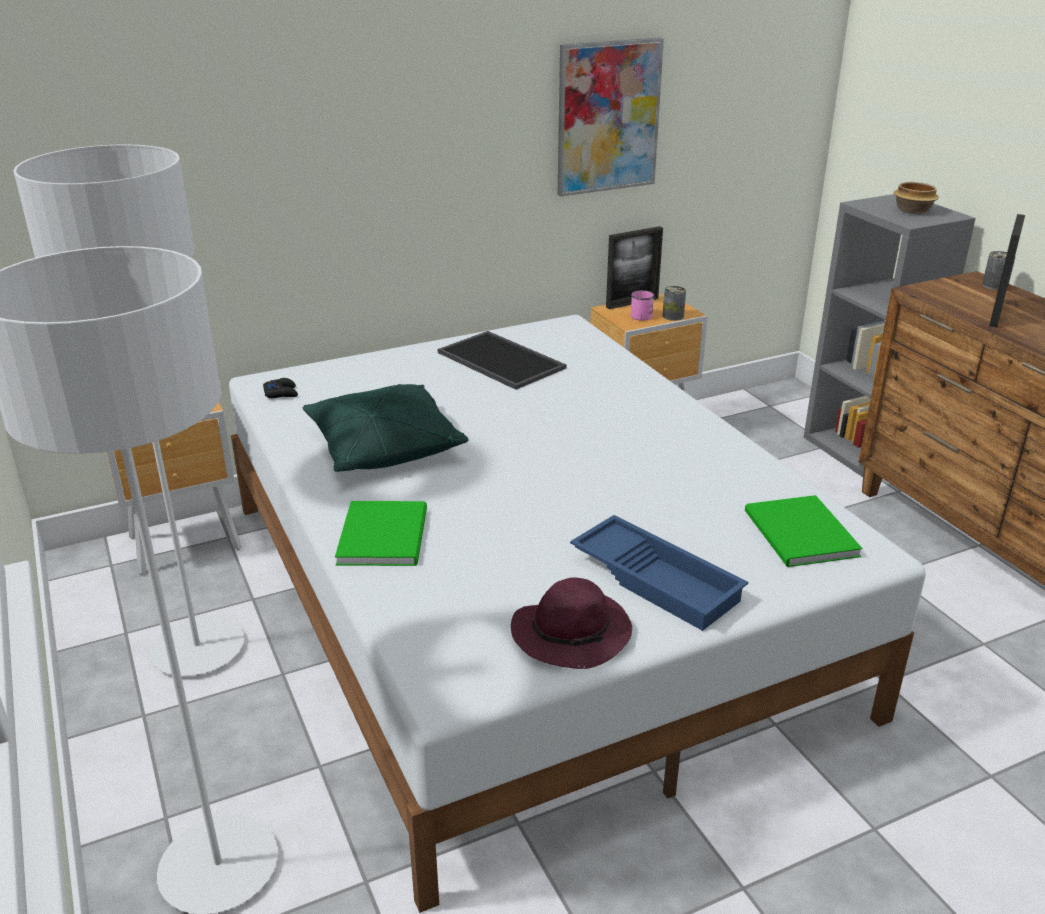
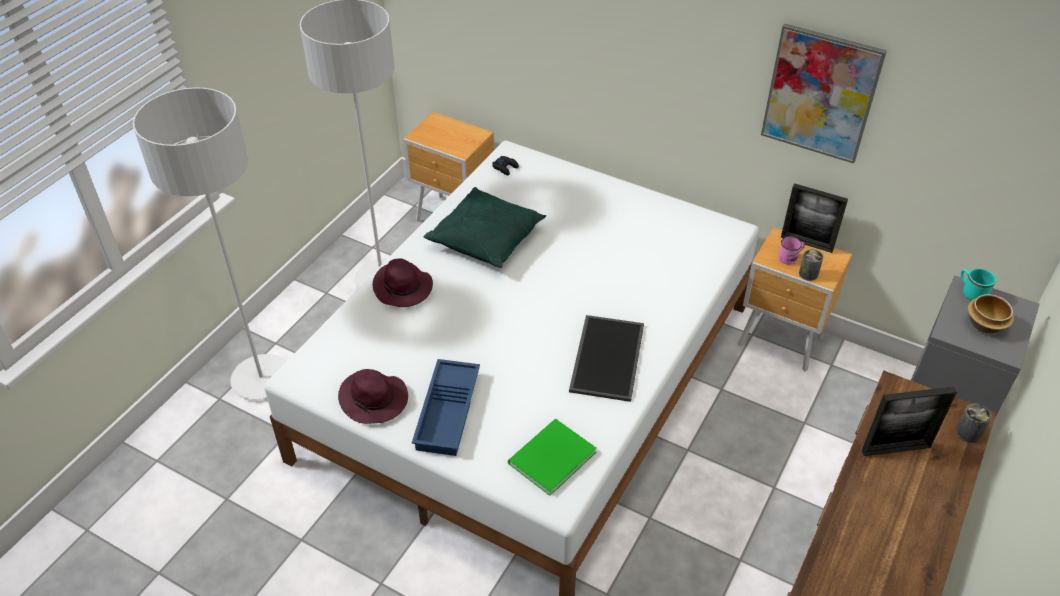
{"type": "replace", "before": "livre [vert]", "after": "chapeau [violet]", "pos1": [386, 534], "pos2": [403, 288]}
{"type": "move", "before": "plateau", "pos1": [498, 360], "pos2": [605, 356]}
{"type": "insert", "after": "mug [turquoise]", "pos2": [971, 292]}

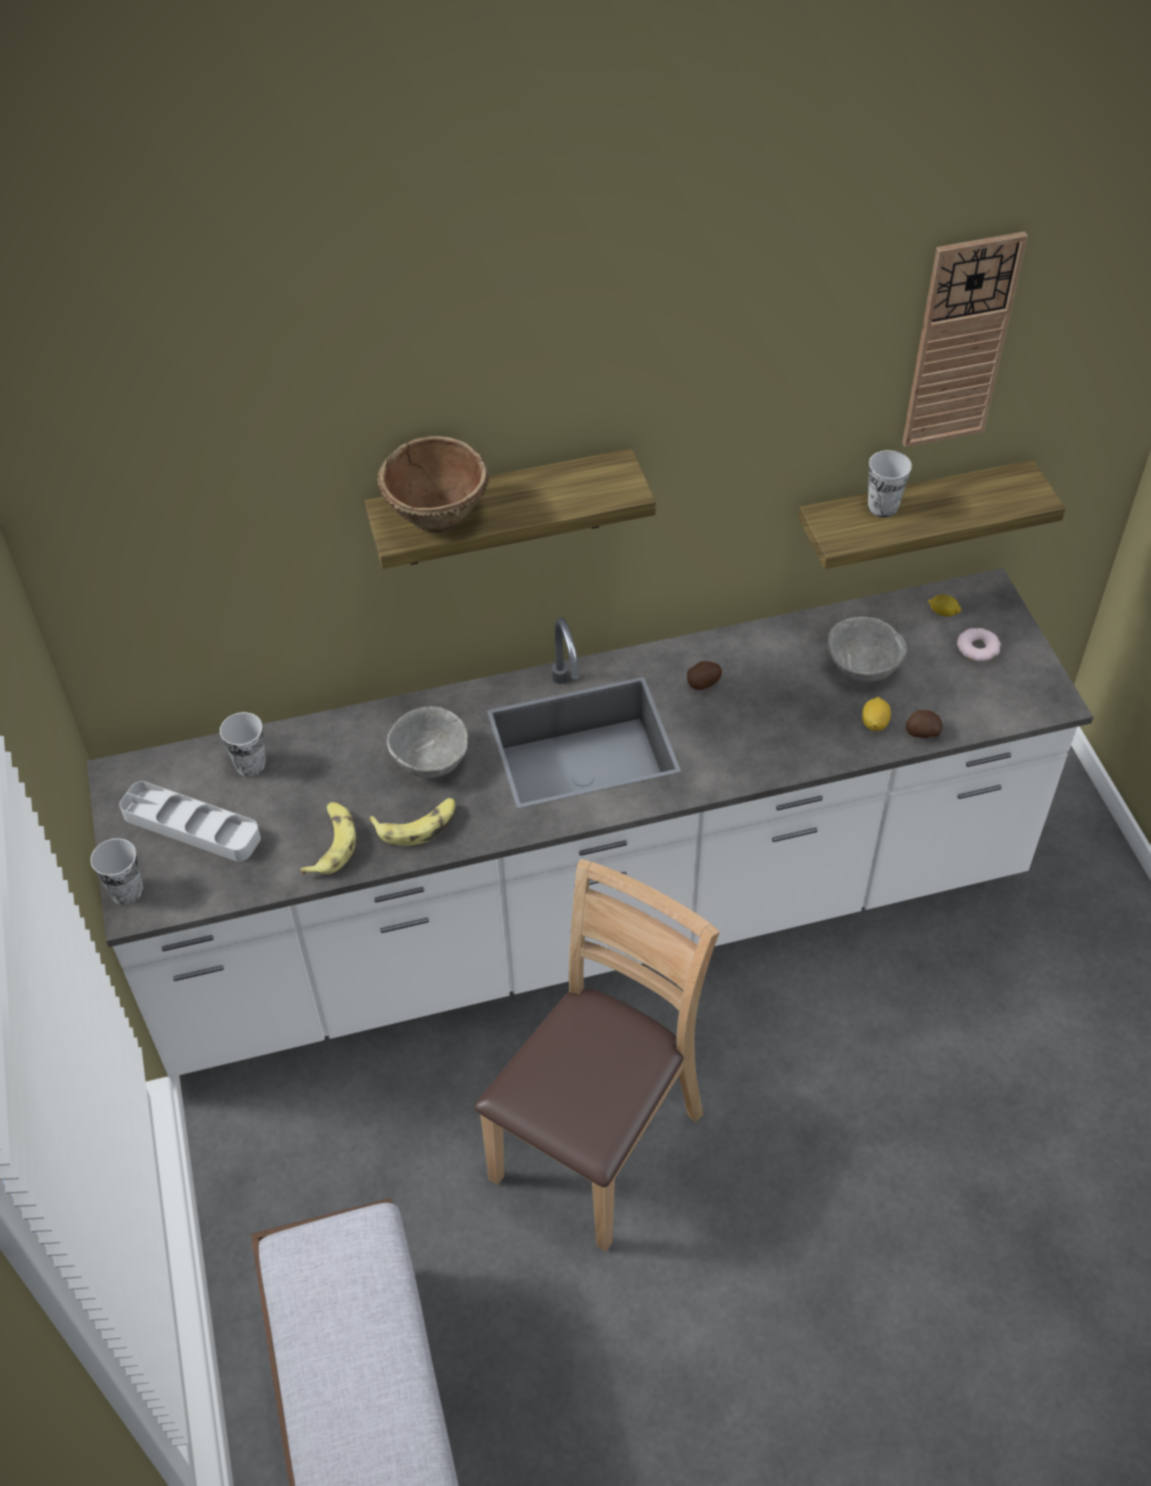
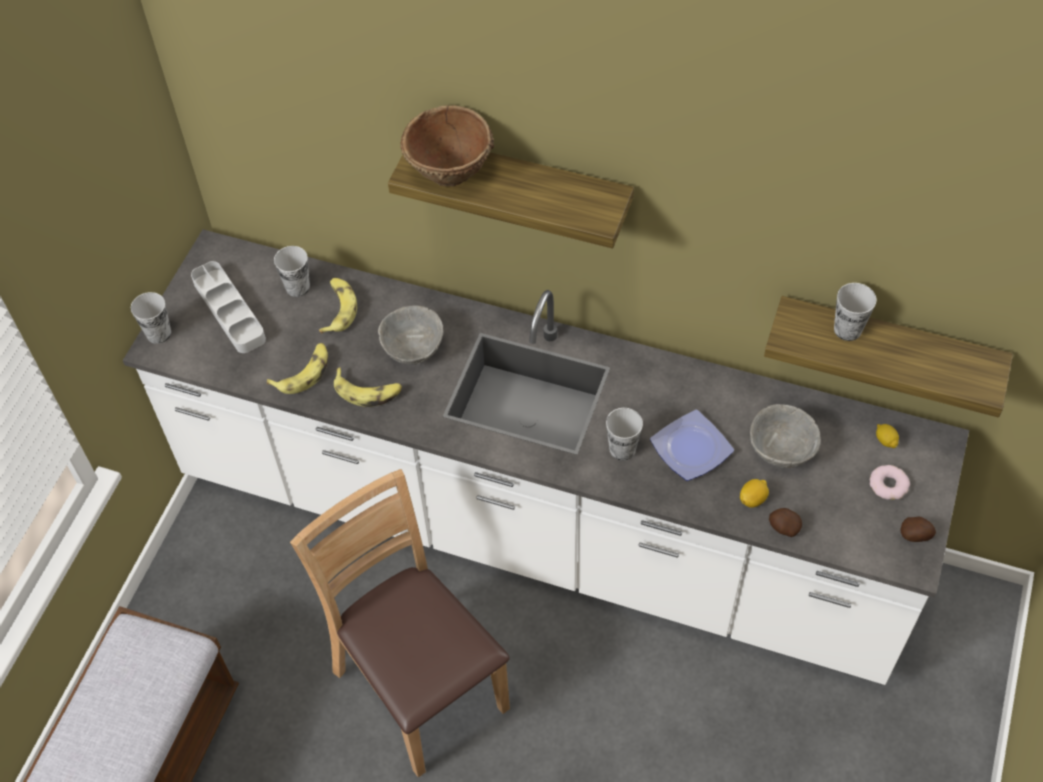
{"type": "rotate", "before": "chaise [marron]", "pos1": [597, 1142], "pos2": [420, 686], "turn": -105}
{"type": "move", "before": "pomme de terre", "pos1": [704, 683], "pos2": [915, 535]}
{"type": "delete", "before": "horloge murale", "pos1": [960, 342]}
{"type": "insert", "after": "banane", "pos2": [338, 309]}
{"type": "insert", "after": "tasse", "pos2": [622, 449]}
{"type": "insert", "after": "assiette", "pos2": [691, 450]}

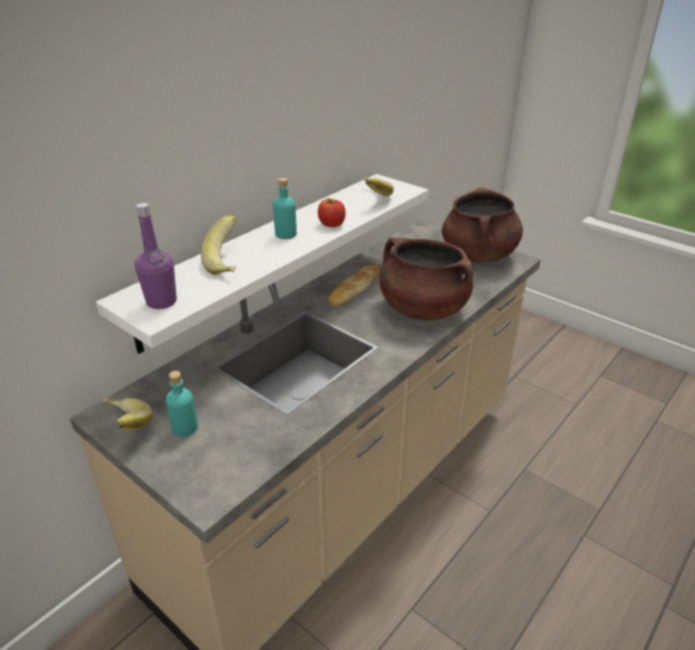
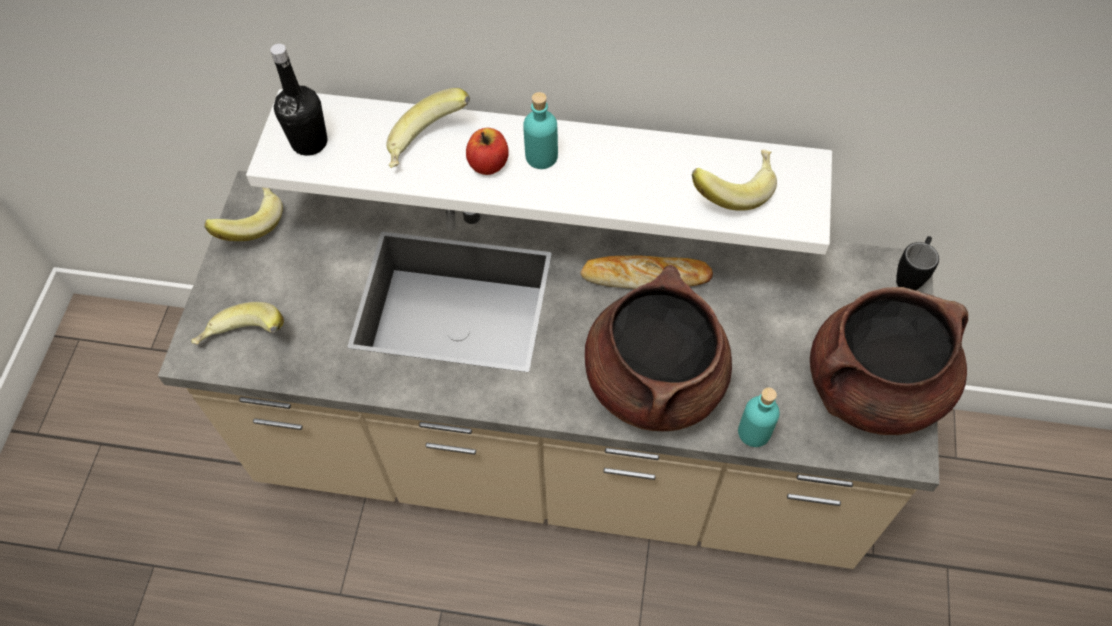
{"type": "recolor", "before": "bouteille [violet]", "after": "bouteille [noir]", "pos1": [161, 302], "pos2": [309, 142]}
{"type": "move", "before": "bouteille [turquoise]", "pos1": [185, 427], "pos2": [754, 432]}
{"type": "move", "before": "pomme", "pos1": [332, 224], "pos2": [488, 164]}
{"type": "insert", "after": "banane", "pos2": [244, 341]}
{"type": "insert", "after": "mug [noir]", "pos2": [910, 276]}

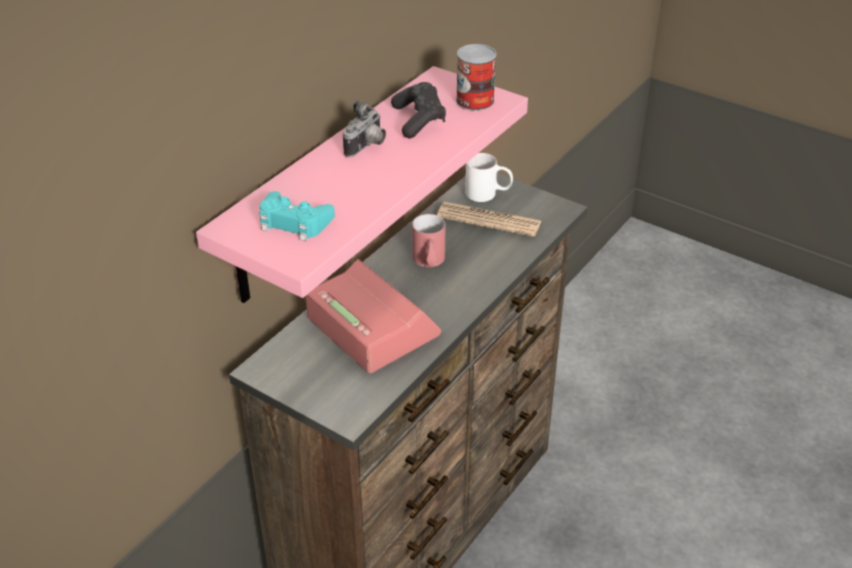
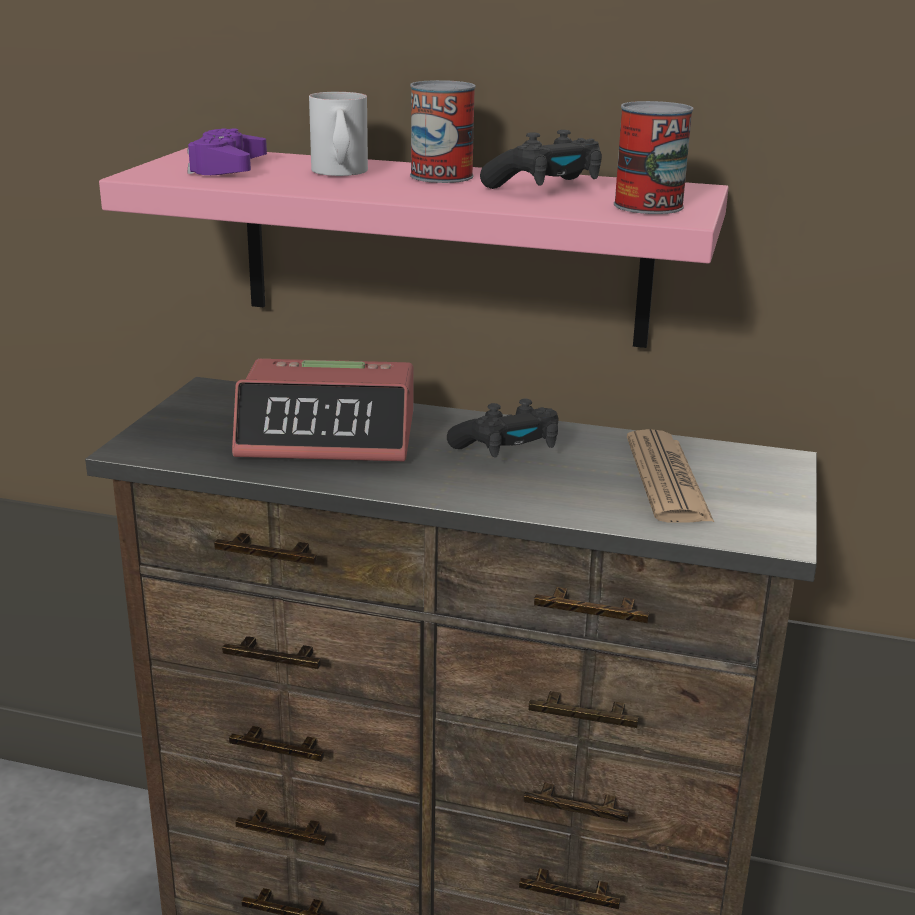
{"type": "recolor", "before": "manette [turquoise]", "after": "manette [violet]", "pos1": [294, 222], "pos2": [227, 167]}
{"type": "rotate", "before": "réveil", "pos1": [372, 327], "pos2": [329, 435], "turn": 60}
{"type": "replace", "before": "appareil photo", "after": "boîte métallique", "pos1": [367, 147], "pos2": [441, 176]}
{"type": "replace", "before": "mug [rouge]", "after": "manette [noir]", "pos1": [429, 263], "pos2": [508, 450]}
{"type": "move", "before": "mug [blanc]", "pos1": [488, 194], "pos2": [340, 173]}

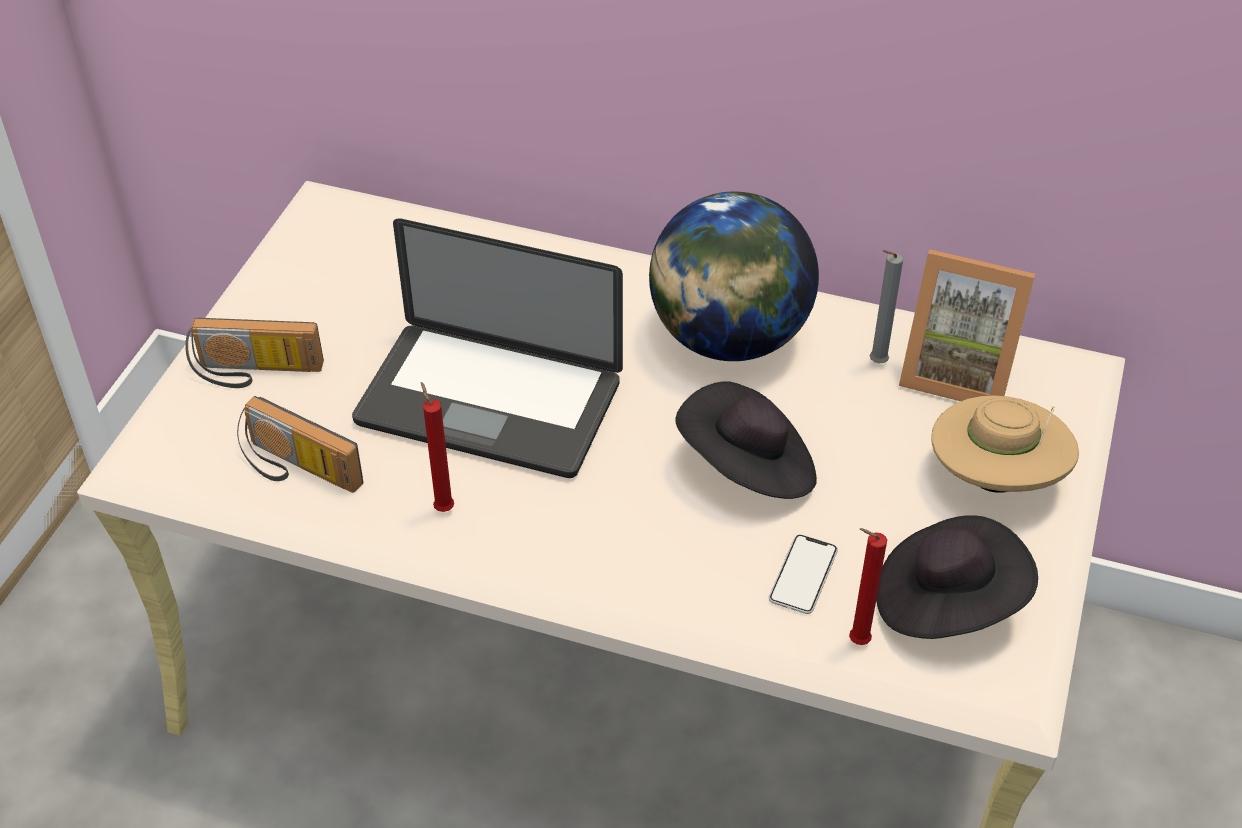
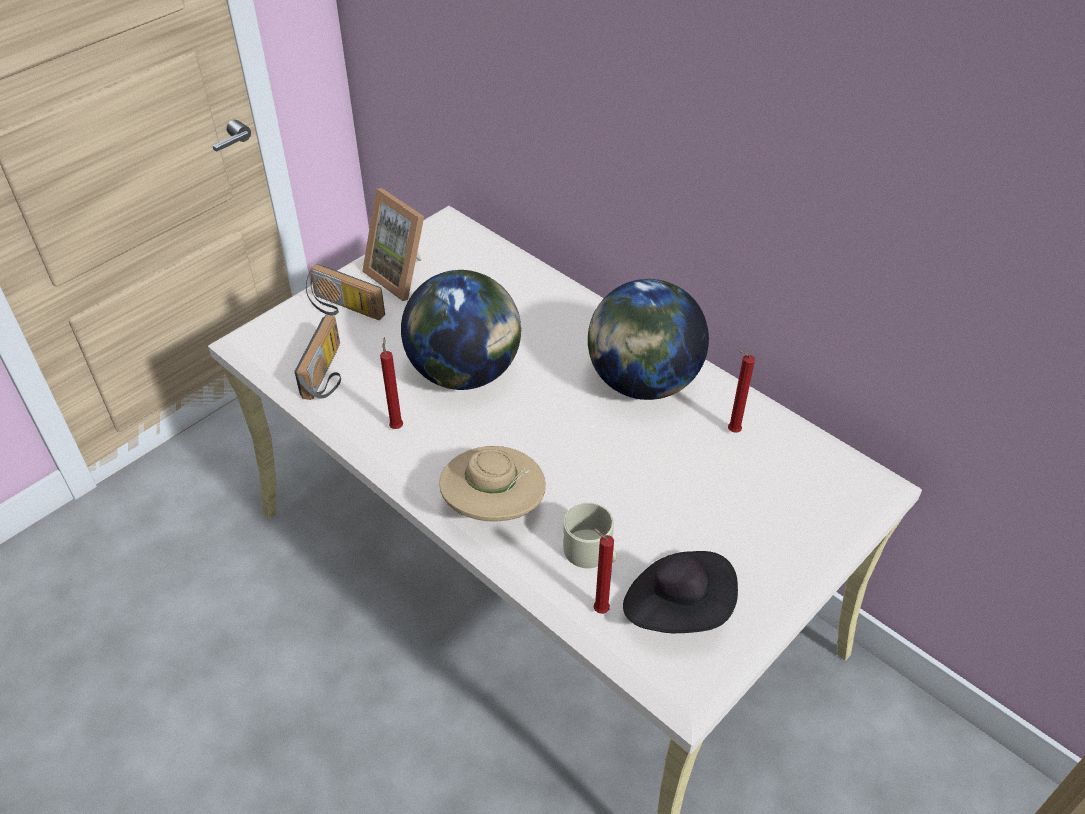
{"type": "rotate", "before": "radio", "pos1": [296, 470], "pos2": [328, 374], "turn": -135}
{"type": "replace", "before": "ordinateur portable", "after": "globe", "pos1": [488, 403], "pos2": [465, 372]}
{"type": "delete", "before": "chapeau [noir]", "pos1": [748, 468]}
{"type": "replace", "before": "téléphone", "after": "mug [beige]", "pos1": [803, 575], "pos2": [592, 552]}
{"type": "recolor", "before": "bougie [gris]", "after": "bougie [rouge]", "pos1": [875, 363], "pos2": [731, 431]}
{"type": "move", "before": "cadre photo", "pos1": [957, 372], "pos2": [403, 275]}
{"type": "move", "before": "chapeau [beige]", "pos1": [995, 479], "pos2": [494, 507]}

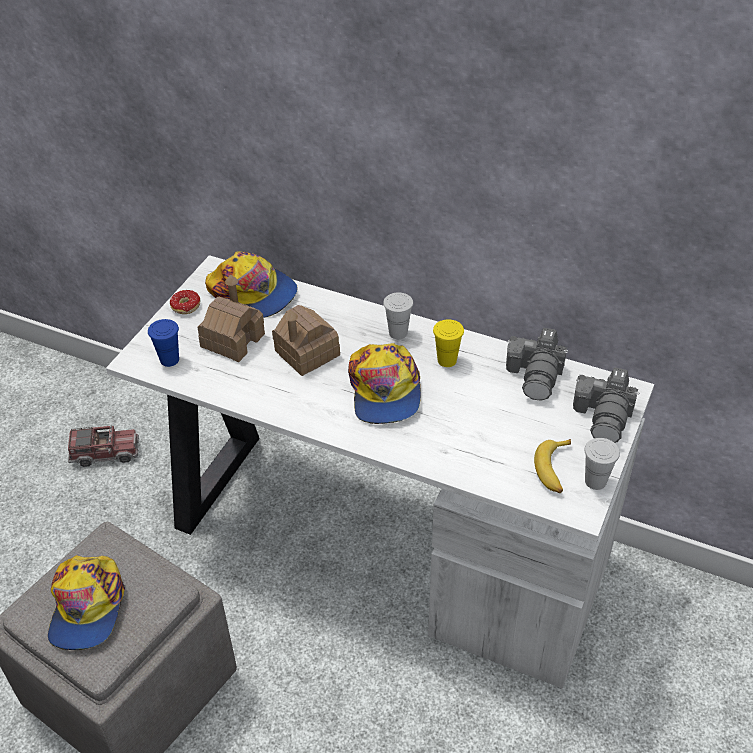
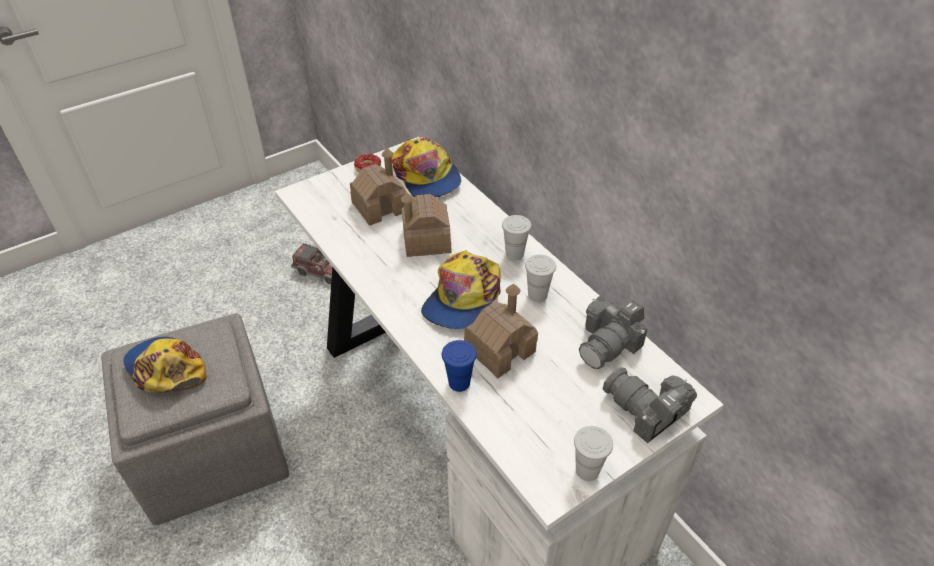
{"type": "rotate", "before": "casquette", "pos1": [87, 607], "pos2": [165, 369], "turn": 105}
{"type": "move", "before": "tasse [bleu]", "pos1": [169, 360], "pos2": [459, 383]}
{"type": "recolor", "before": "tasse [jaune]", "after": "tasse [blanc]", "pos1": [447, 360], "pos2": [537, 295]}
{"type": "delete", "before": "banane", "pos1": [554, 470]}
{"type": "rotate", "before": "appareil photo", "pos1": [604, 416], "pos2": [646, 412], "turn": 90}
{"type": "insert", "after": "maison miniature", "pos2": [499, 350]}

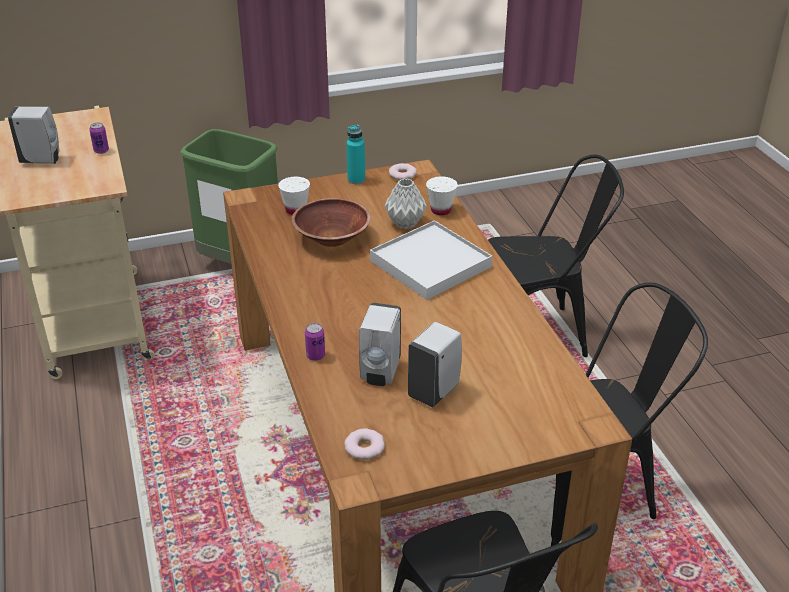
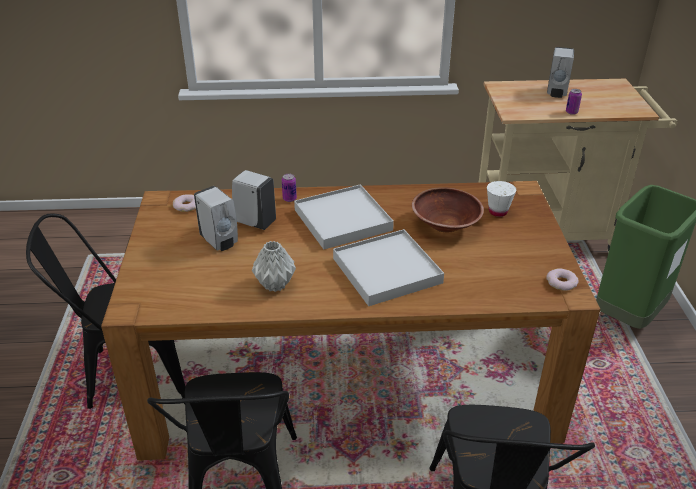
{"type": "delete", "before": "bouteille [turquoise]", "pos1": [356, 180]}
{"type": "move", "before": "vase [gris]", "pos1": [406, 223], "pos2": [275, 285]}
{"type": "delete", "before": "tasse [blanc]", "pos1": [441, 210]}
{"type": "insert", "after": "plateau [blanc]", "pos2": [343, 220]}

